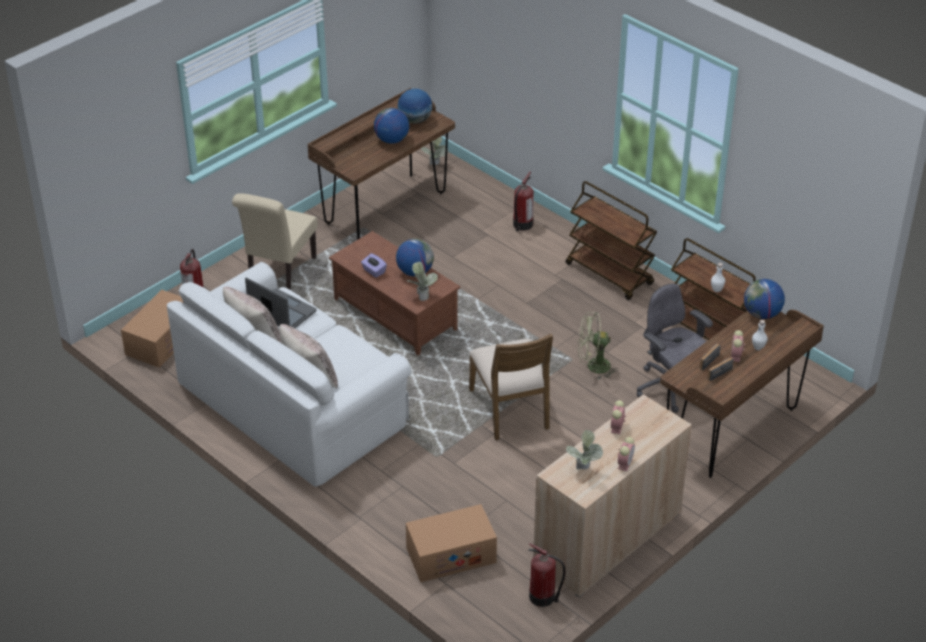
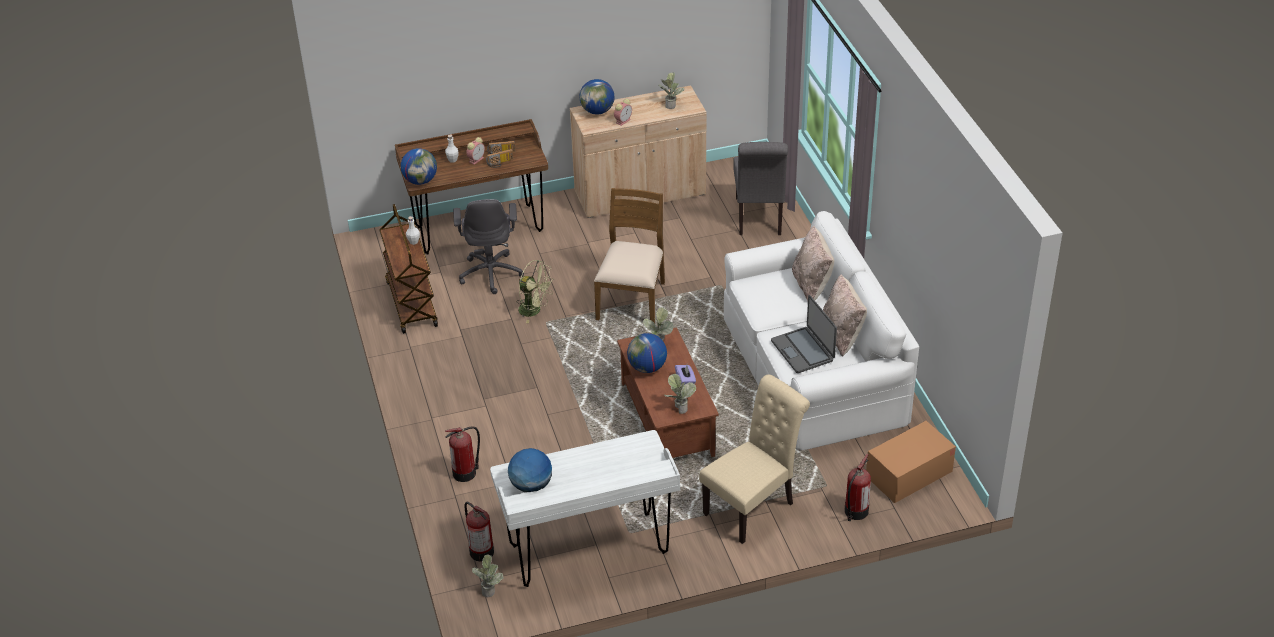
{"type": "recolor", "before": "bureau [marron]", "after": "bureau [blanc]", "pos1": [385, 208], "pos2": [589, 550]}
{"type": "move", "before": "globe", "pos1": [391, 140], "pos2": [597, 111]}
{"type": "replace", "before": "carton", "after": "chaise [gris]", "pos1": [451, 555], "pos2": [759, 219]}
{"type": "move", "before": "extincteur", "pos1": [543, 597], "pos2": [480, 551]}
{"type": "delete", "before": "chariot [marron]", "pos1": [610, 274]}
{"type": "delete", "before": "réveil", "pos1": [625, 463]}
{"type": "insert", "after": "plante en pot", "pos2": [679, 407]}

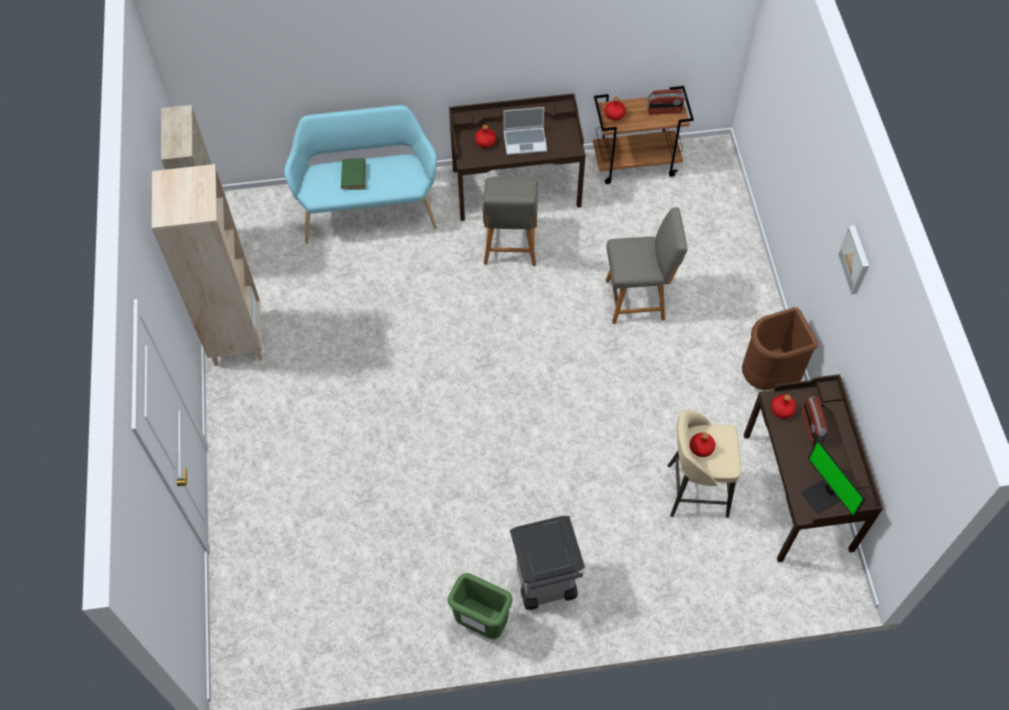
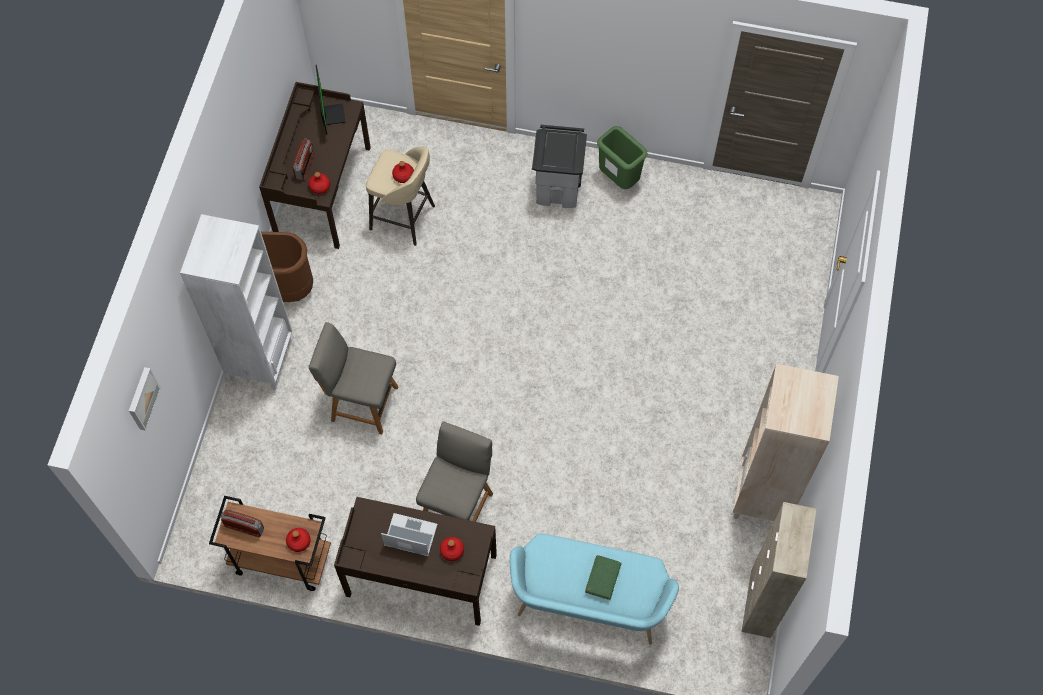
{"type": "move", "before": "tableau", "pos1": [855, 259], "pos2": [142, 398]}
{"type": "insert", "after": "bibliothèque [blanc]", "pos2": [261, 359]}

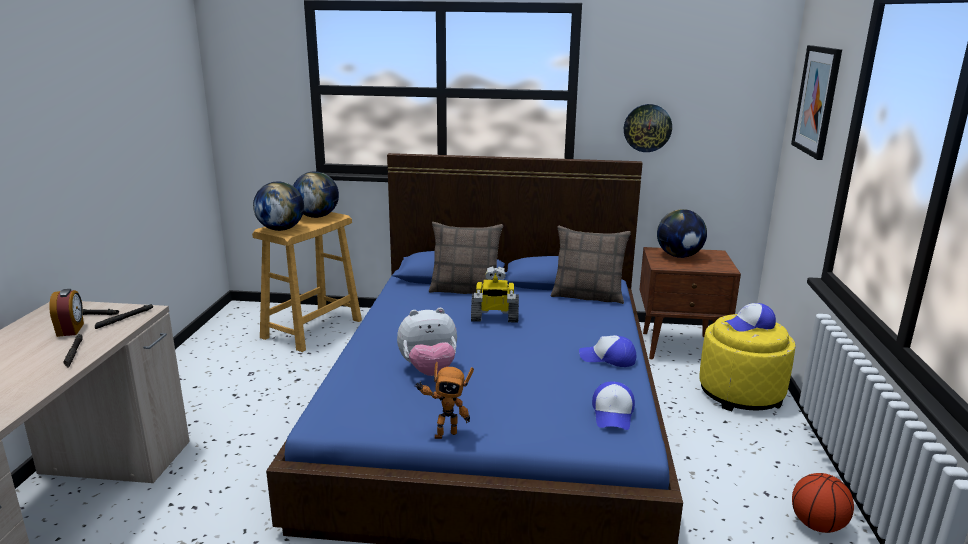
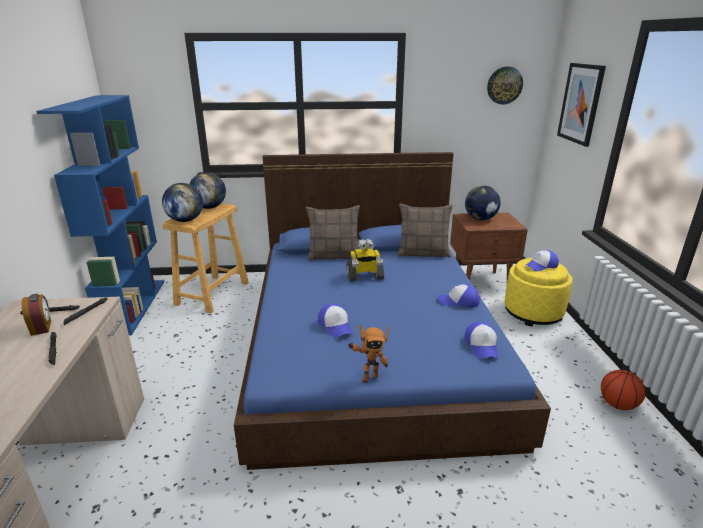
{"type": "replace", "before": "peluche", "after": "casquette", "pos1": [429, 371], "pos2": [335, 326]}
{"type": "move", "before": "horloge murale", "pos1": [647, 128], "pos2": [504, 85]}
{"type": "insert", "after": "bibliothèque [bleu]", "pos2": [134, 306]}

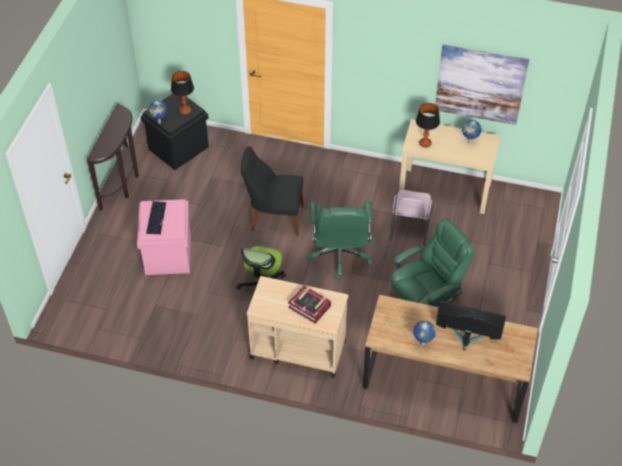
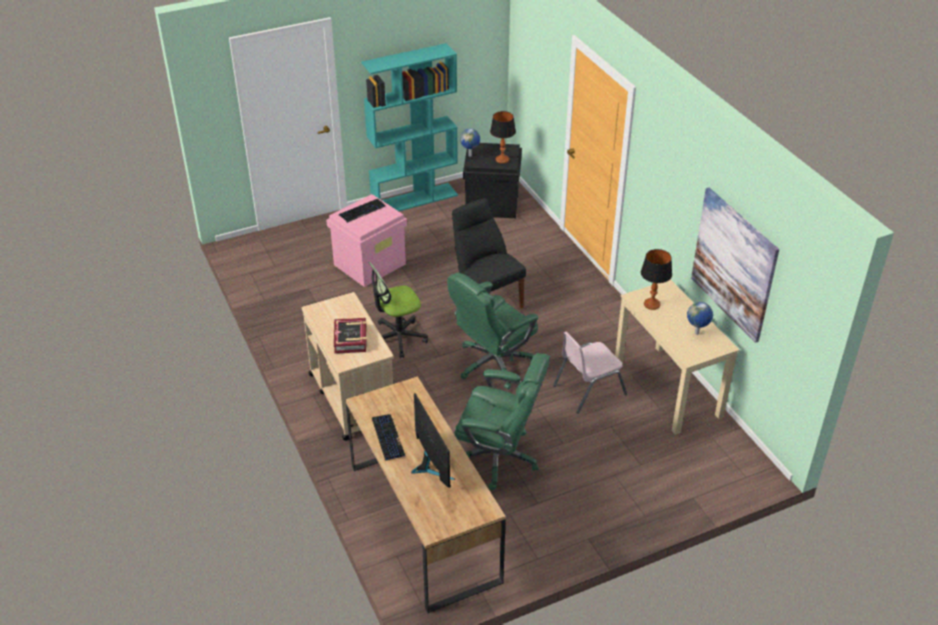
{"type": "replace", "before": "table console [marron]", "after": "bibliothèque [turquoise]", "pos1": [123, 184], "pos2": [414, 199]}
{"type": "replace", "before": "globe", "after": "clavier", "pos1": [422, 343], "pos2": [388, 437]}

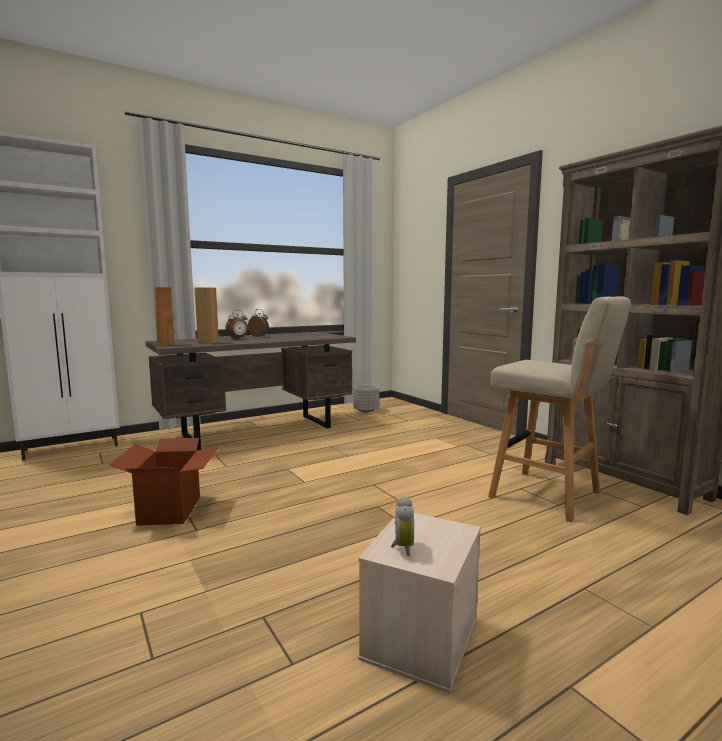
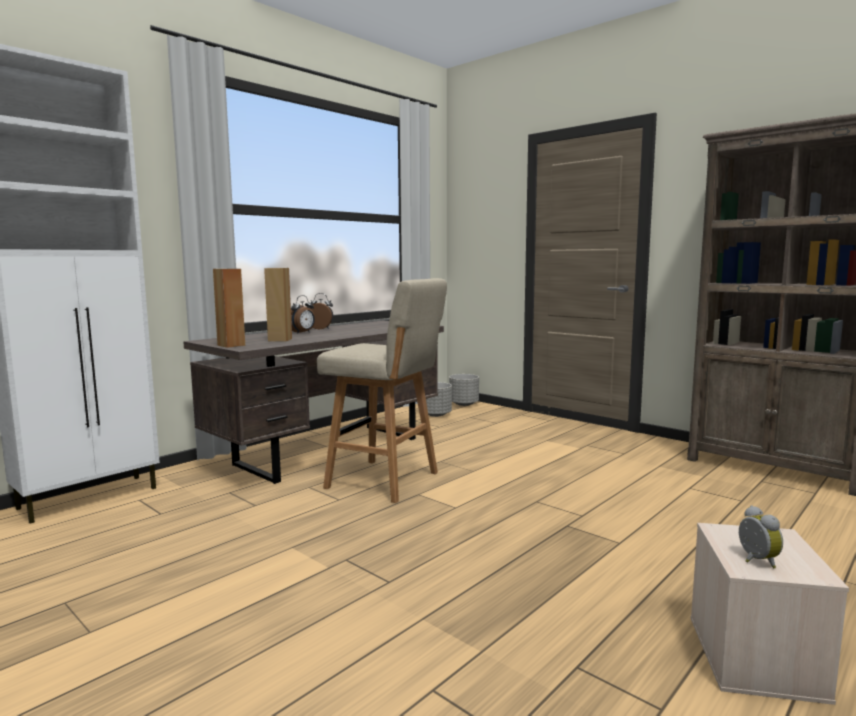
{"type": "delete", "before": "carton", "pos1": [171, 510]}
{"type": "move", "before": "tabouret [beige]", "pos1": [549, 496], "pos2": [386, 481]}
{"type": "insert", "after": "cache-pot [gris]", "pos2": [463, 404]}

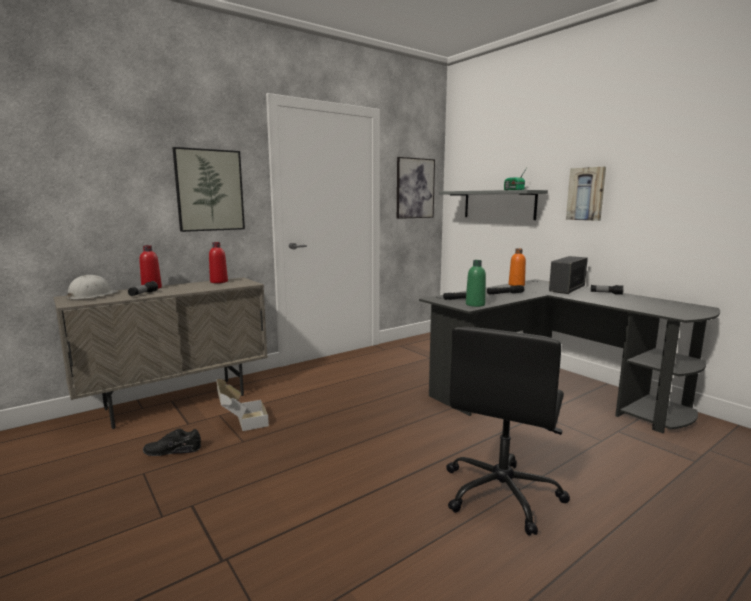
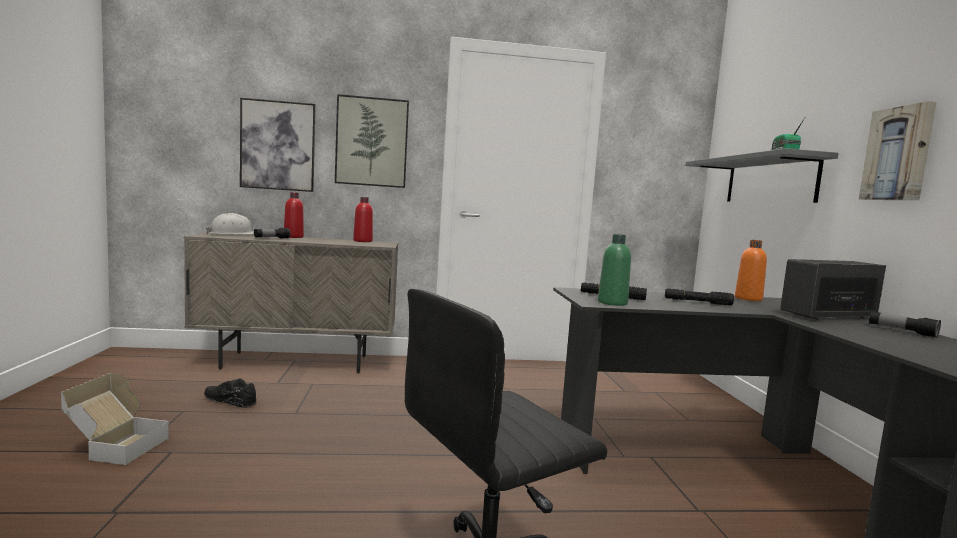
{"type": "move", "before": "carton", "pos1": [242, 422], "pos2": [116, 447]}
{"type": "move", "before": "tableau", "pos1": [415, 188], "pos2": [278, 146]}

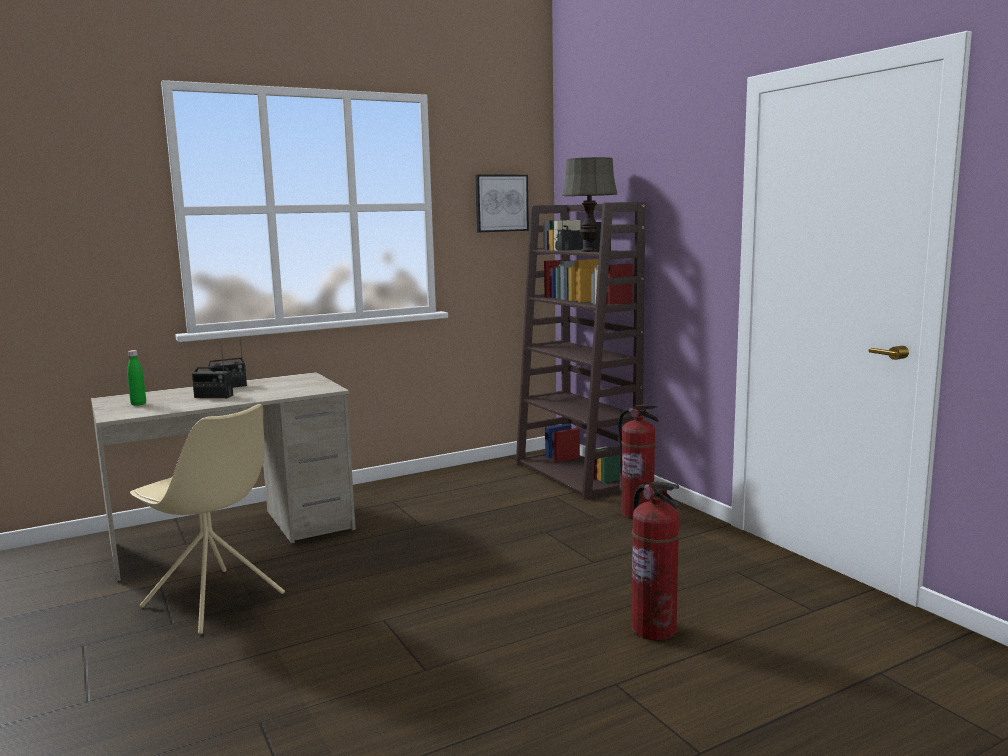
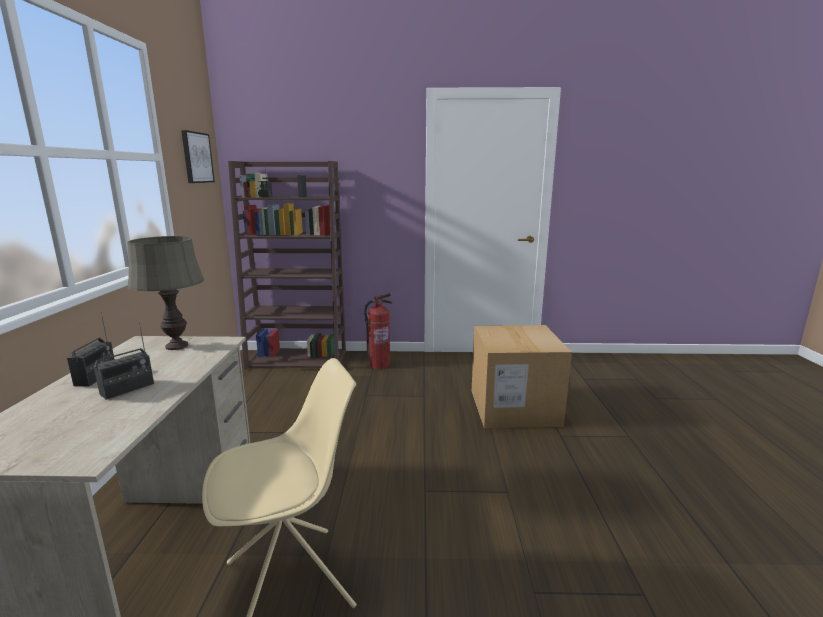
{"type": "delete", "before": "bouteille [vert]", "pos1": [138, 404]}
{"type": "move", "before": "lampe de table [gris]", "pos1": [589, 251], "pos2": [177, 346]}
{"type": "replace", "before": "extincteur", "after": "carton", "pos1": [654, 629], "pos2": [514, 407]}

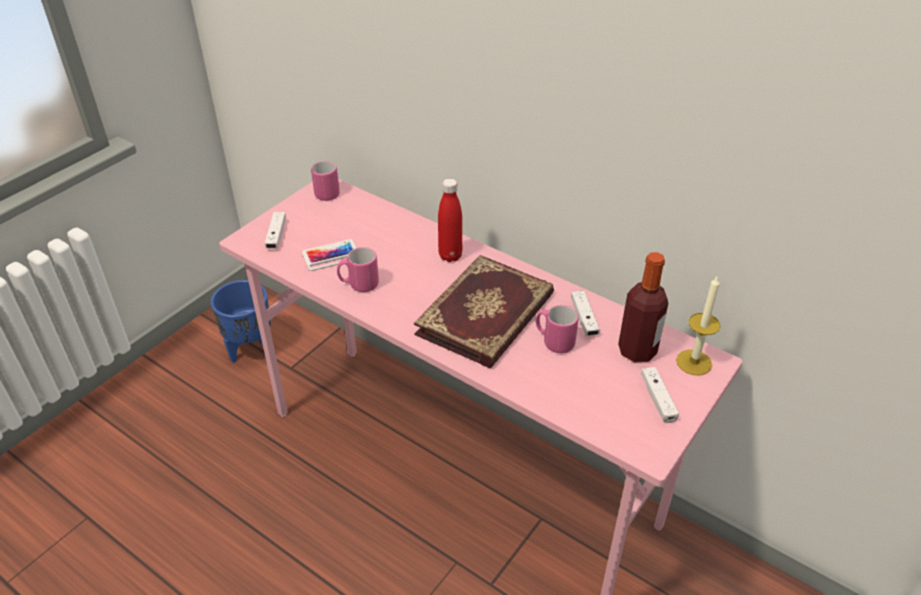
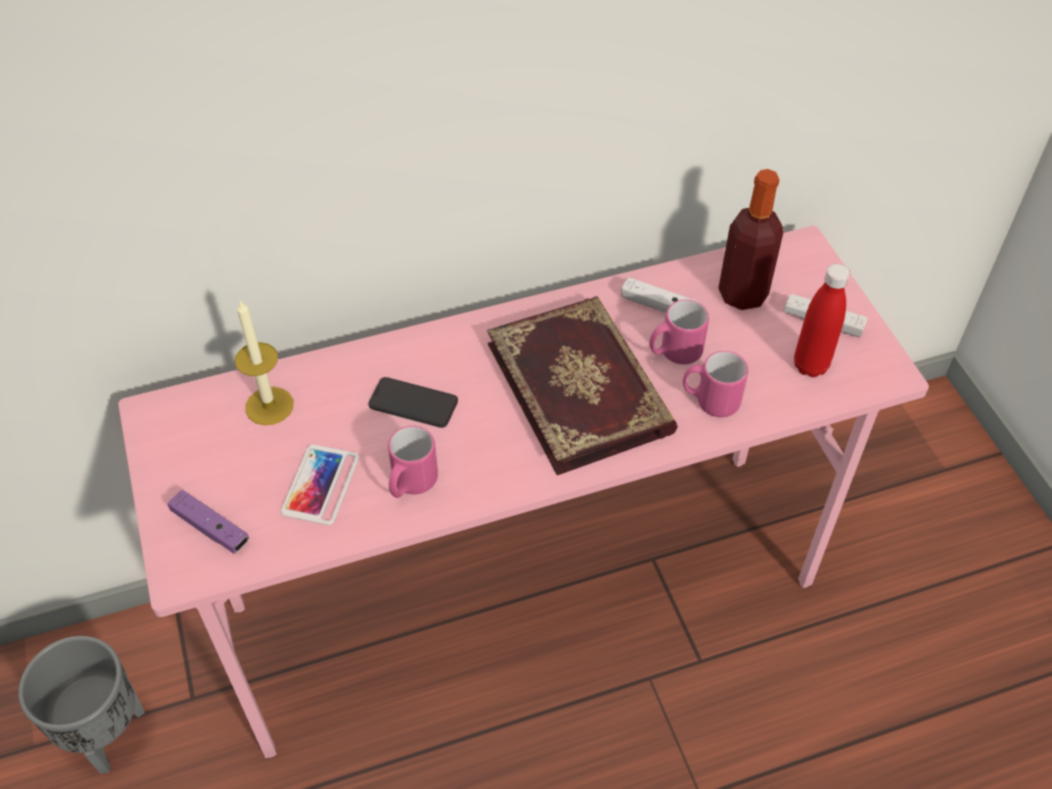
{"type": "recolor", "before": "cache-pot [bleu]", "after": "cache-pot [gris]", "pos1": [251, 349], "pos2": [106, 733]}
{"type": "recolor", "before": "manette [blanc]", "after": "manette [violet]", "pos1": [276, 235], "pos2": [210, 528]}
{"type": "move", "before": "mug [rose]", "pos1": [325, 192], "pos2": [710, 401]}
{"type": "move", "before": "bouteille [rouge]", "pos1": [450, 256], "pos2": [810, 365]}
{"type": "move", "before": "bougie", "pos1": [694, 362], "pos2": [269, 406]}
{"type": "insert", "after": "téléphone", "pos2": [413, 403]}

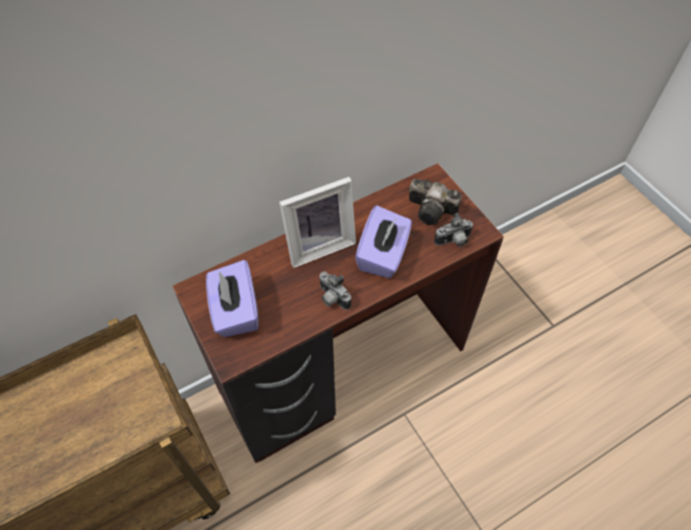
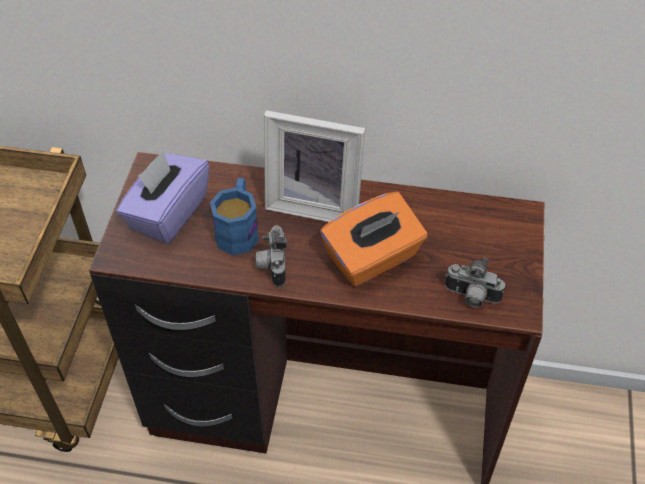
{"type": "recolor", "before": "boîte à mouchoirs [violet]", "after": "boîte à mouchoirs [orange]", "pos1": [383, 255], "pos2": [373, 258]}
{"type": "delete", "before": "appareil photo", "pos1": [433, 211]}
{"type": "insert", "after": "mug [bleu]", "pos2": [238, 229]}

